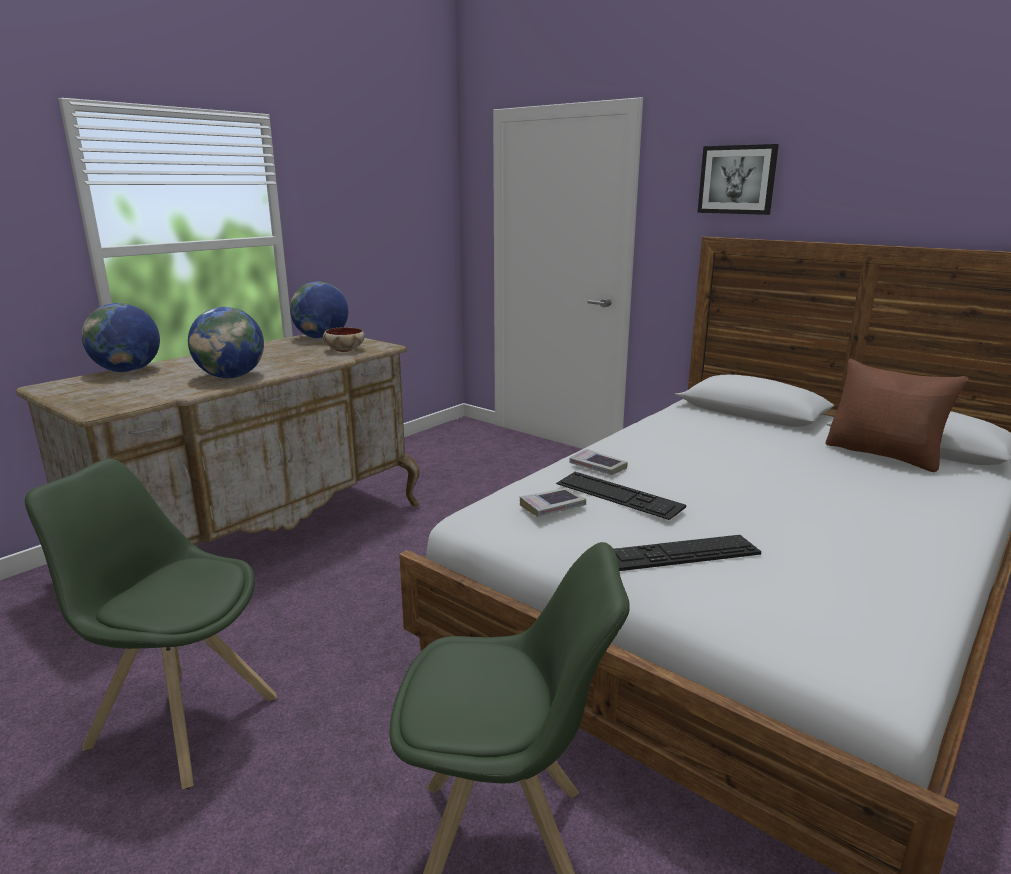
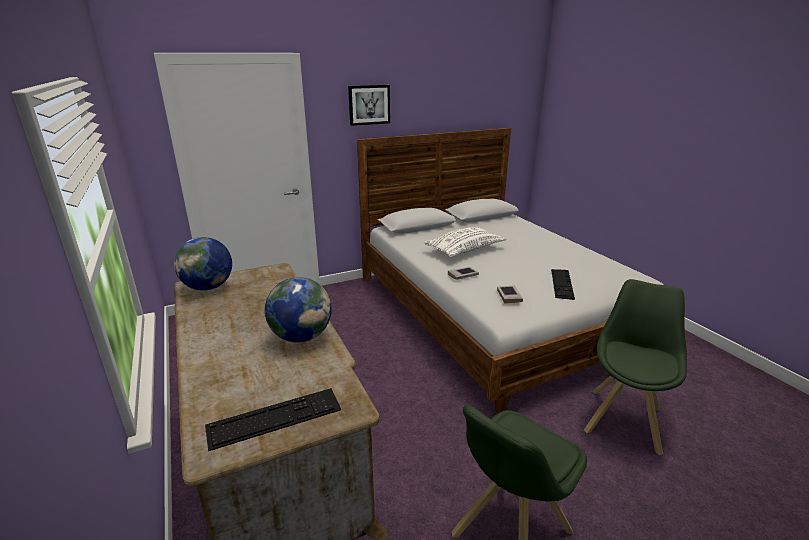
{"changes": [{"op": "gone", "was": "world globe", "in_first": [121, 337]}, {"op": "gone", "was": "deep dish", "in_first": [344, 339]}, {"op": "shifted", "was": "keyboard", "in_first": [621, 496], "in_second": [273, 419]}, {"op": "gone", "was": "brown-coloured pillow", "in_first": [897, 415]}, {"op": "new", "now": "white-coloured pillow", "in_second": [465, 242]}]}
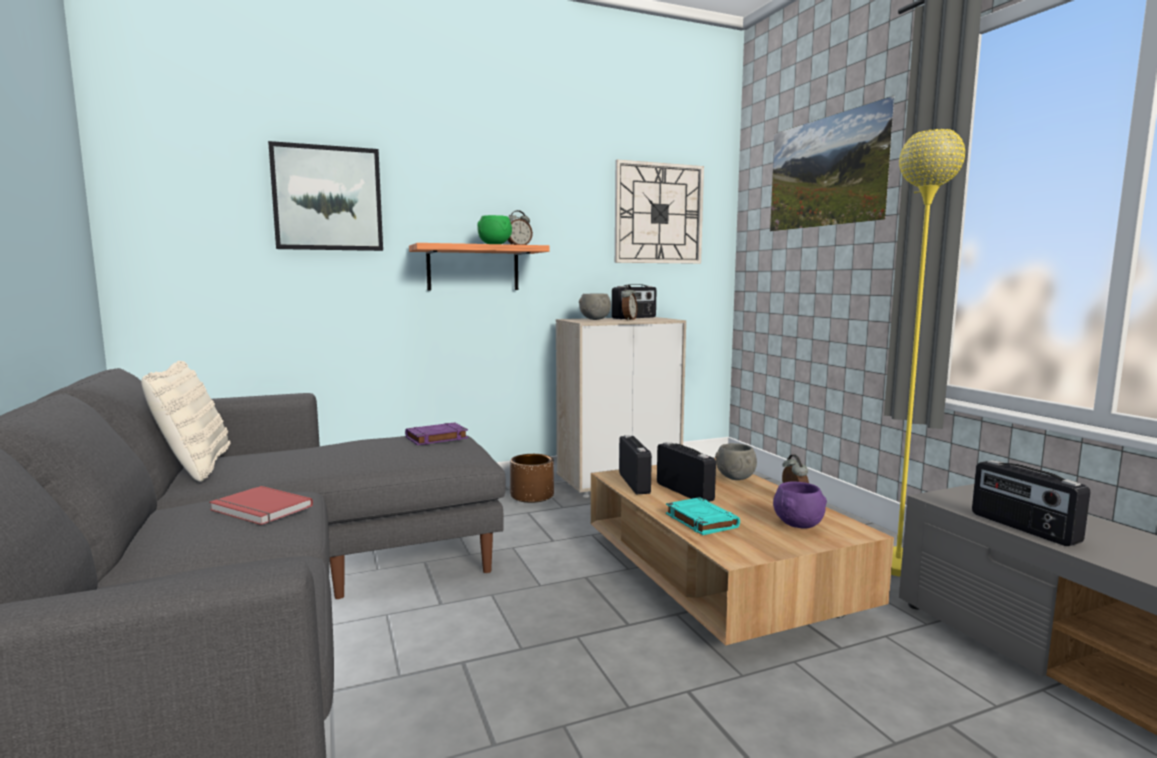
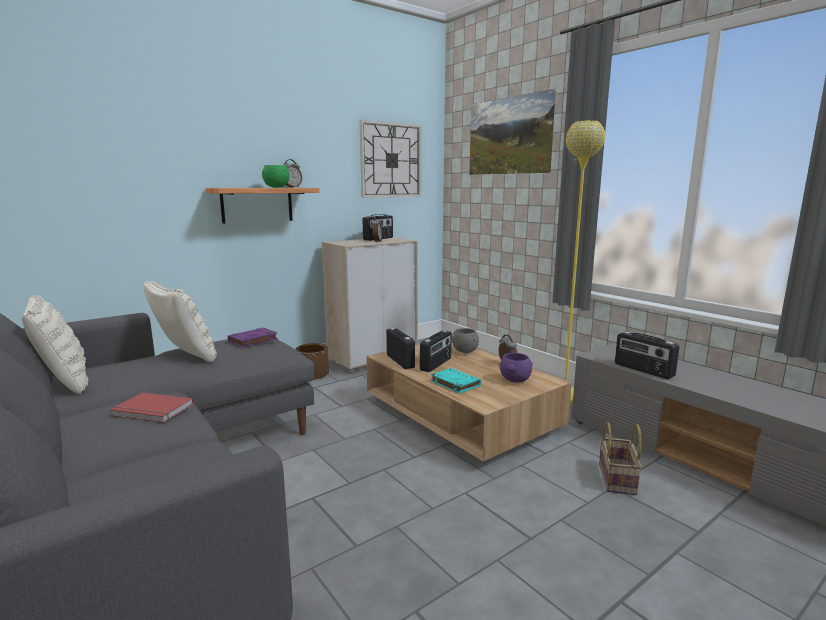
{"changes": [{"op": "gone", "was": "picture", "in_first": [325, 196]}, {"op": "gone", "was": "grey deep dish", "in_first": [595, 307]}, {"op": "rotated", "was": "radio", "in_first": [686, 472], "in_second": [436, 351], "clockwise": 75}, {"op": "new", "now": "sand-coloured pillow", "in_second": [180, 321]}, {"op": "new", "now": "storage basket", "in_second": [620, 458]}]}
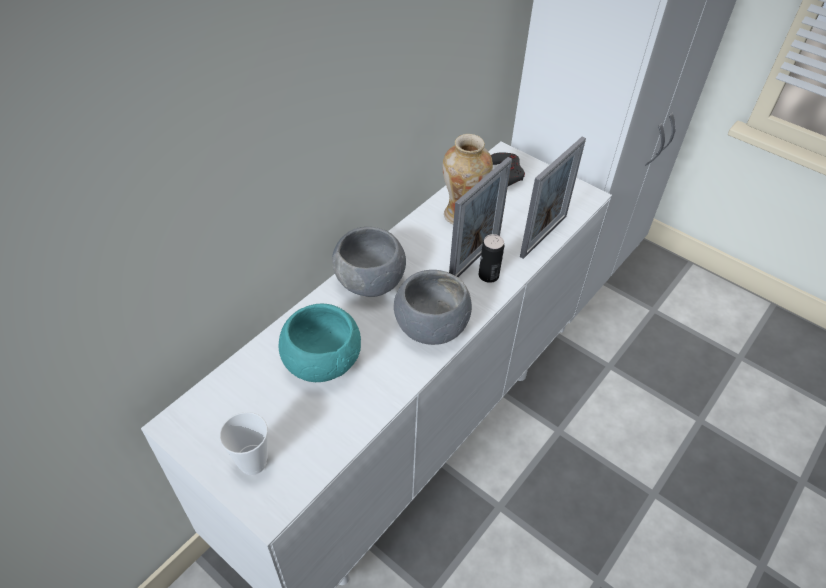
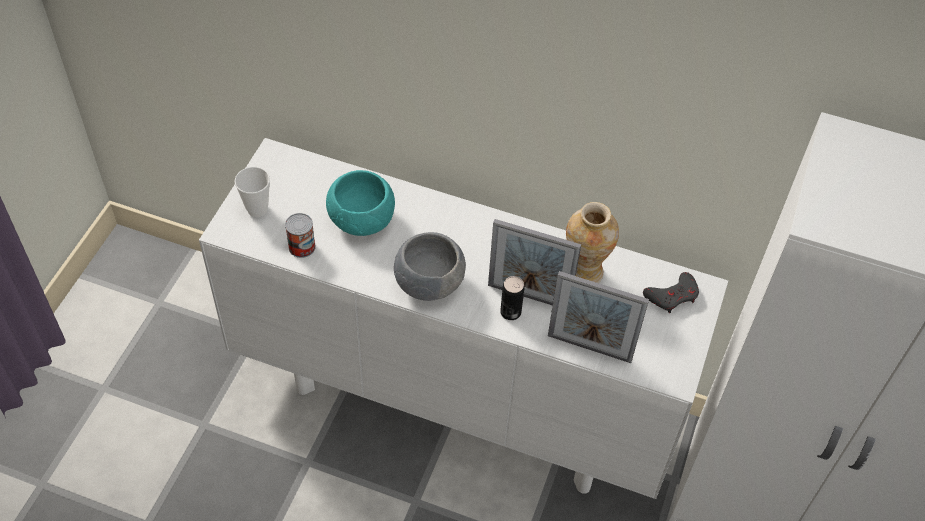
{"changes": [{"op": "gone", "was": "grey deep dish", "in_first": [369, 262]}, {"op": "new", "now": "can", "in_second": [300, 235]}]}
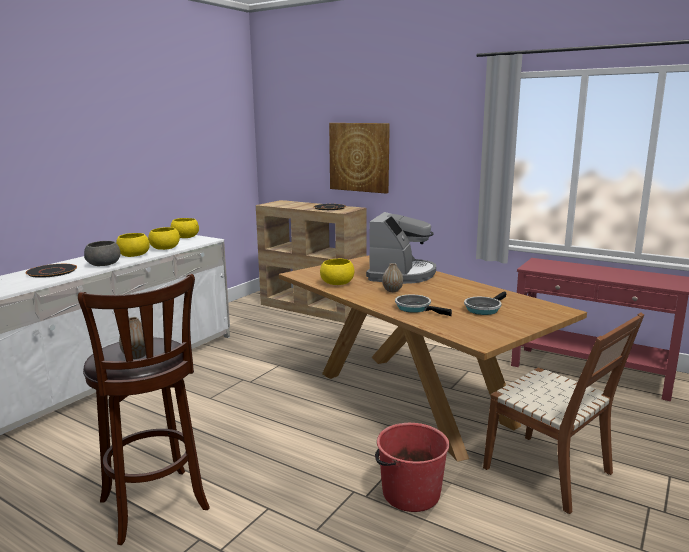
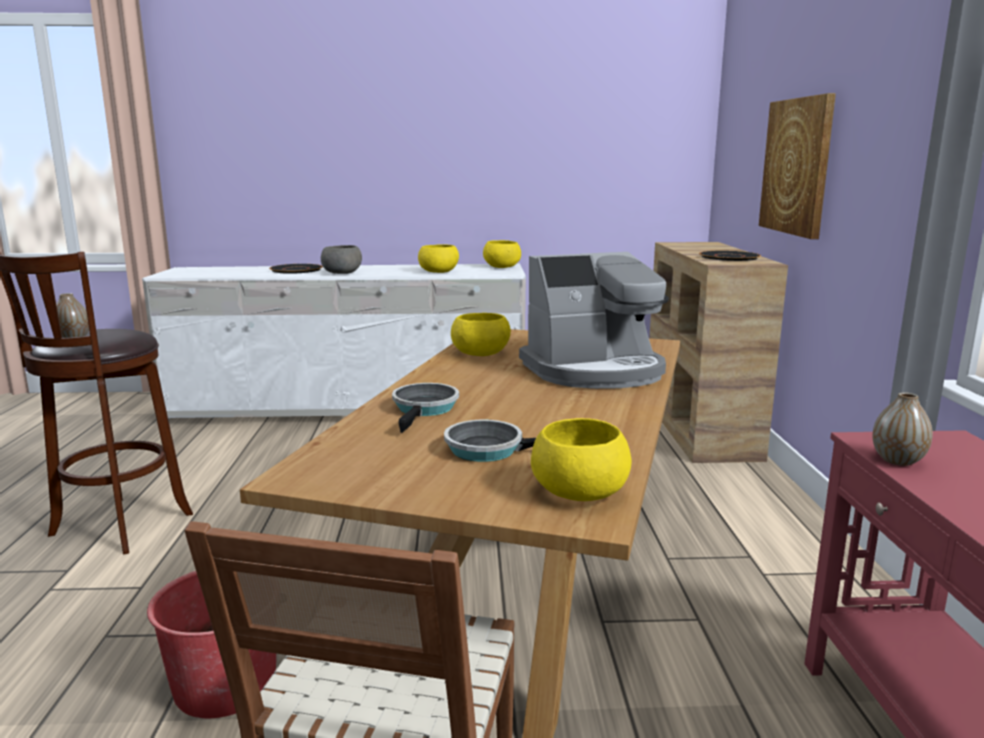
{"changes": [{"op": "shifted", "was": "yellowish deep dish", "in_first": [133, 245], "in_second": [581, 459]}, {"op": "shifted", "was": "flower vase", "in_first": [392, 277], "in_second": [902, 429]}]}
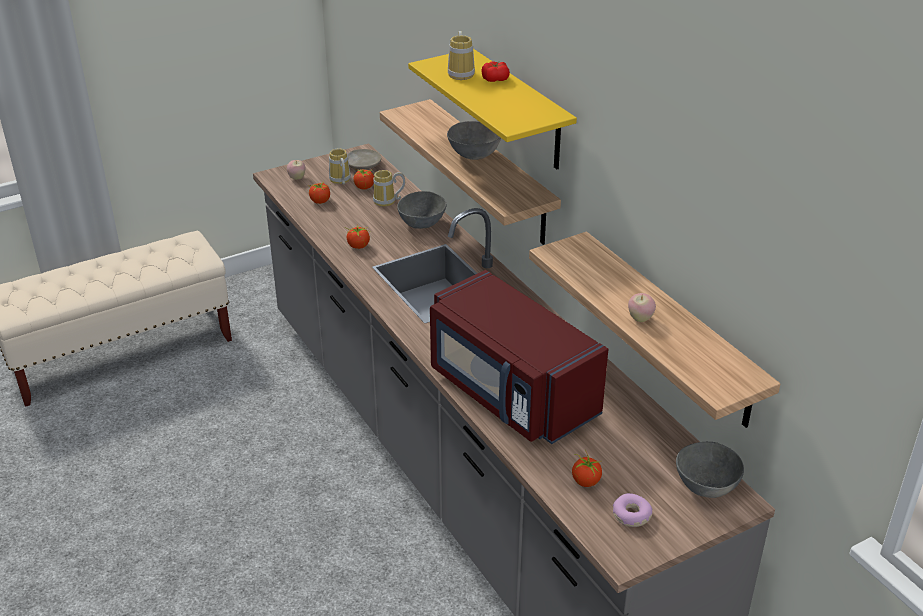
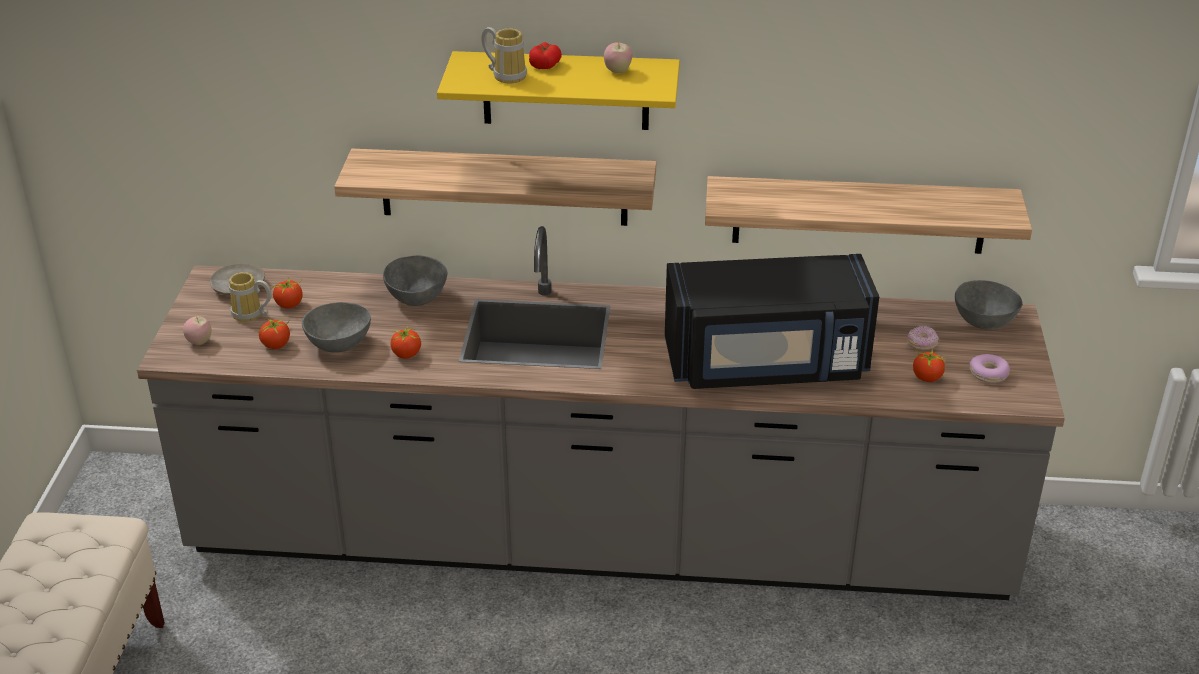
{"changes": [{"op": "gone", "was": "mug", "in_first": [389, 188]}, {"op": "repainted", "was": "reddish kitchen microwave", "now": "black-coloured kitchen microwave", "in_first": [519, 357], "in_second": [772, 321]}, {"op": "shifted", "was": "grey deep dish", "in_first": [474, 140], "in_second": [336, 327]}, {"op": "shifted", "was": "whole apple", "in_first": [642, 307], "in_second": [618, 57]}, {"op": "new", "now": "doughnut", "in_second": [923, 338]}]}
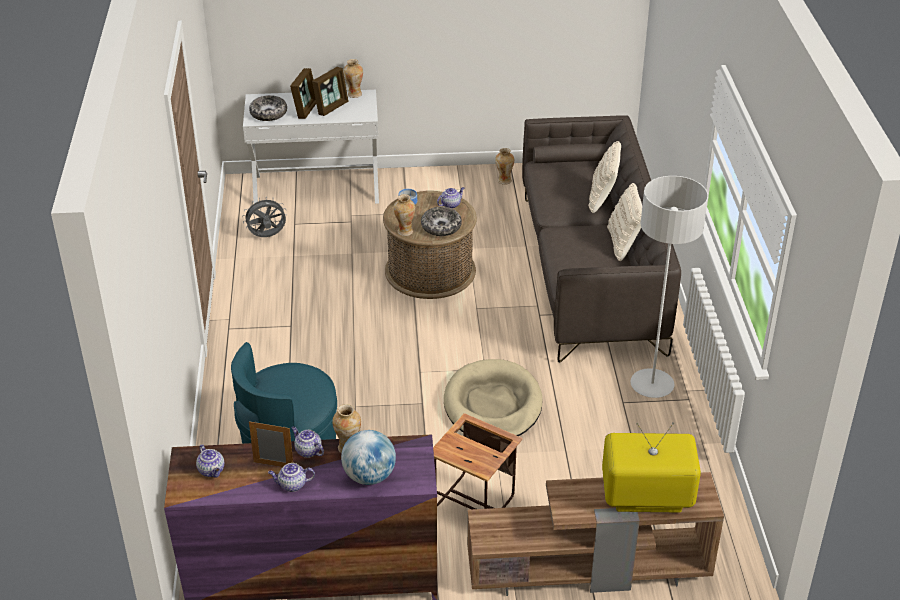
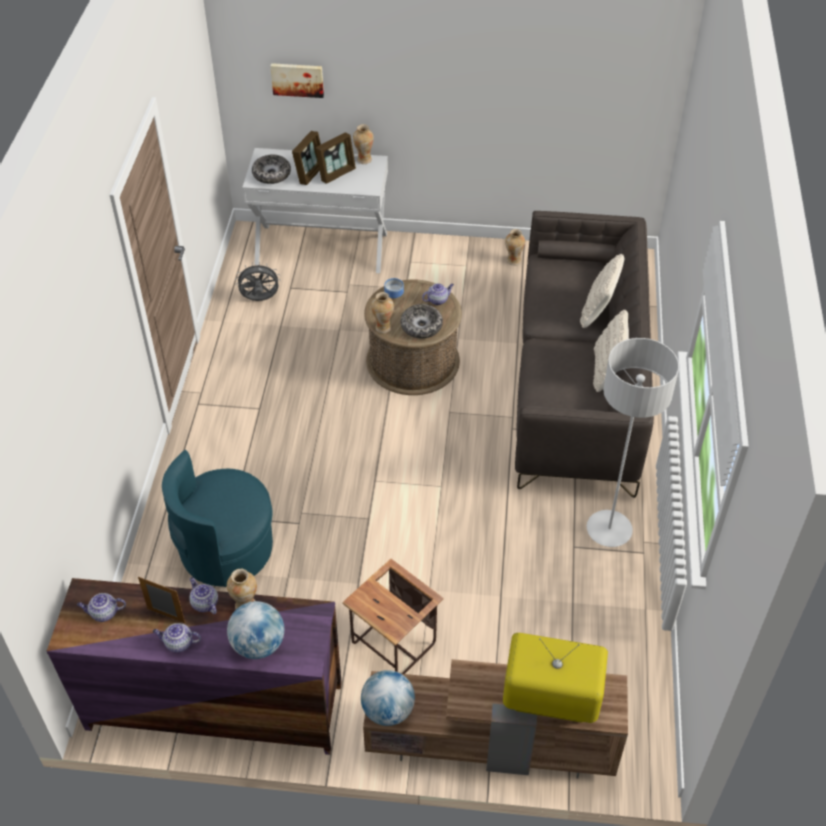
{"changes": [{"op": "rotated", "was": "tea pot", "in_first": [210, 461], "in_second": [101, 607], "clockwise": 105}, {"op": "gone", "was": "sand-coloured pet bed", "in_first": [493, 397]}, {"op": "new", "now": "picture", "in_second": [297, 80]}, {"op": "new", "now": "world globe", "in_second": [388, 698]}]}
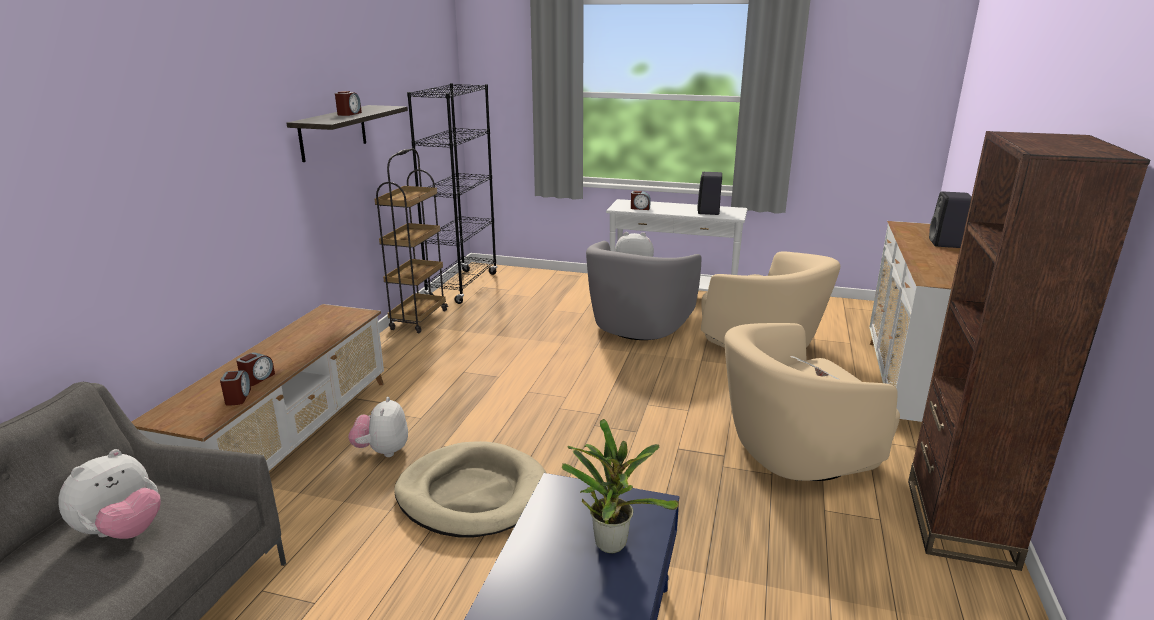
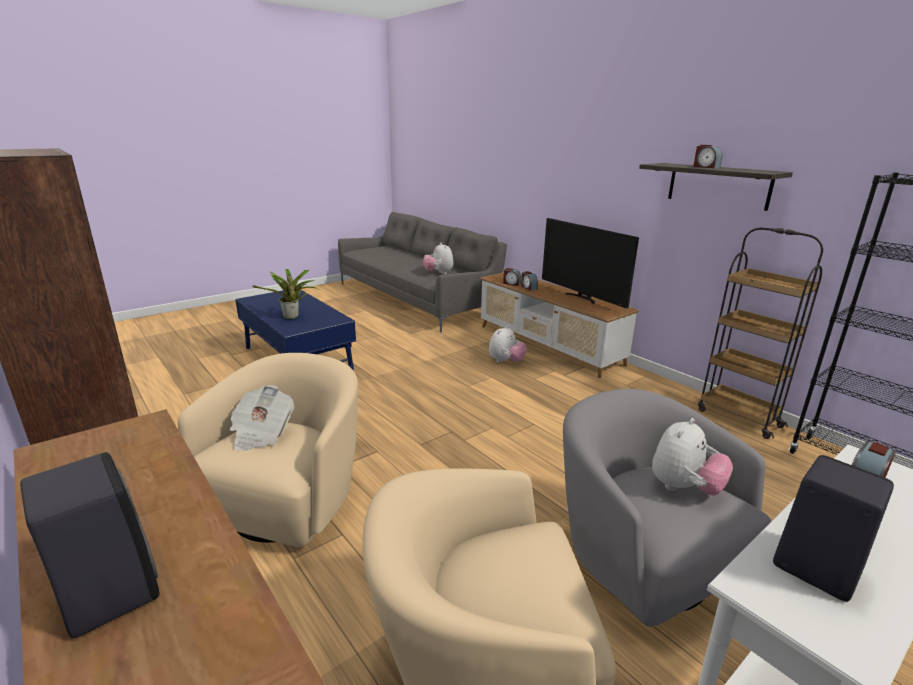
{"changes": [{"op": "rotated", "was": "soft toy", "in_first": [378, 427], "in_second": [508, 344], "clockwise": 90}, {"op": "gone", "was": "sand-coloured pet bed", "in_first": [470, 489]}, {"op": "new", "now": "TV set", "in_second": [590, 263]}]}
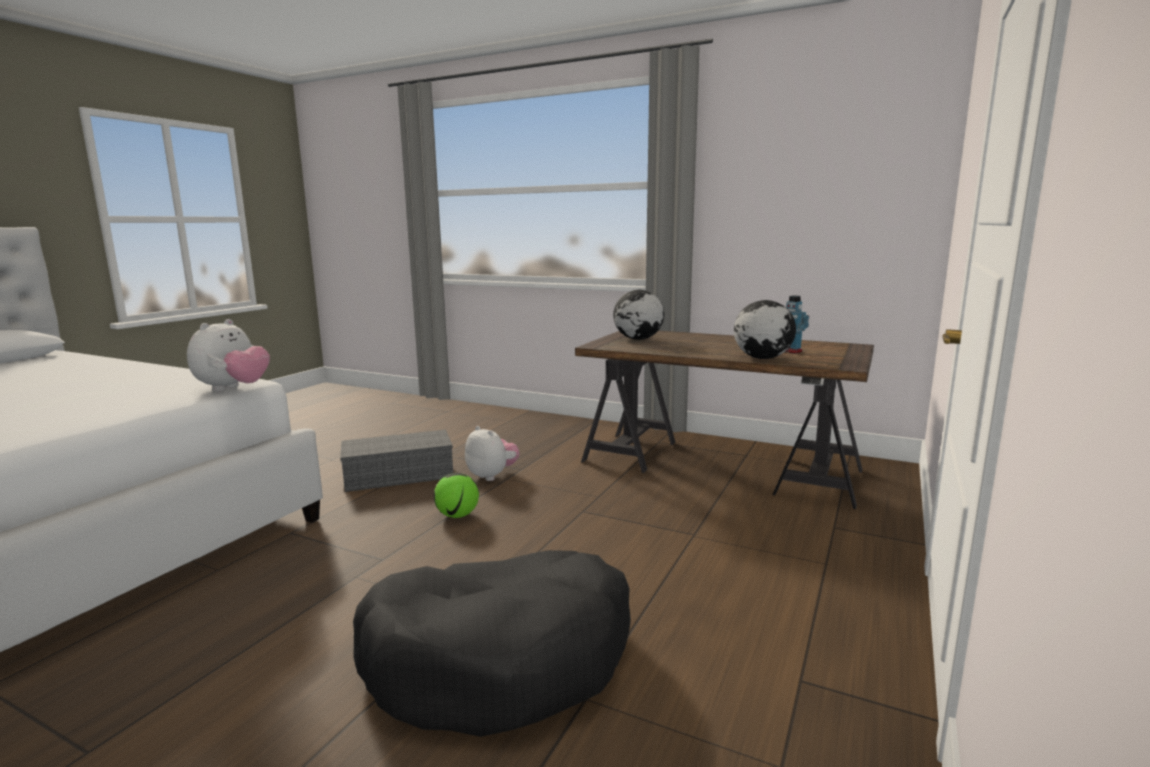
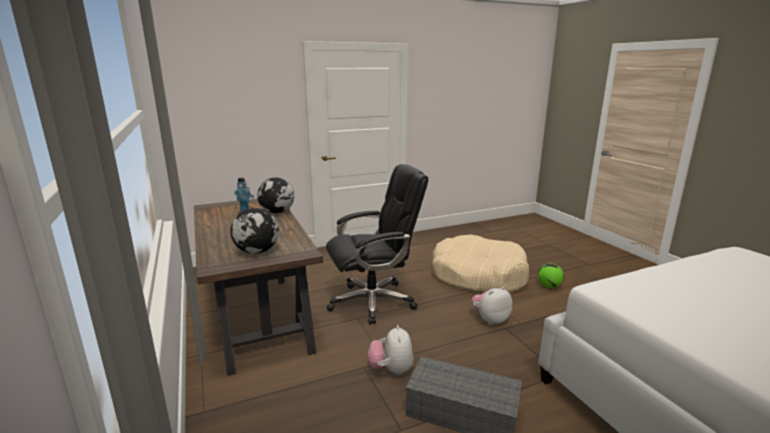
{"changes": [{"op": "shifted", "was": "soft toy", "in_first": [228, 355], "in_second": [491, 305]}, {"op": "repainted", "was": "black-coloured pet bed", "now": "sand-coloured pet bed", "in_first": [492, 643], "in_second": [480, 264]}, {"op": "shifted", "was": "football", "in_first": [456, 495], "in_second": [551, 275]}, {"op": "new", "now": "black-coloured desk chair", "in_second": [377, 244]}]}
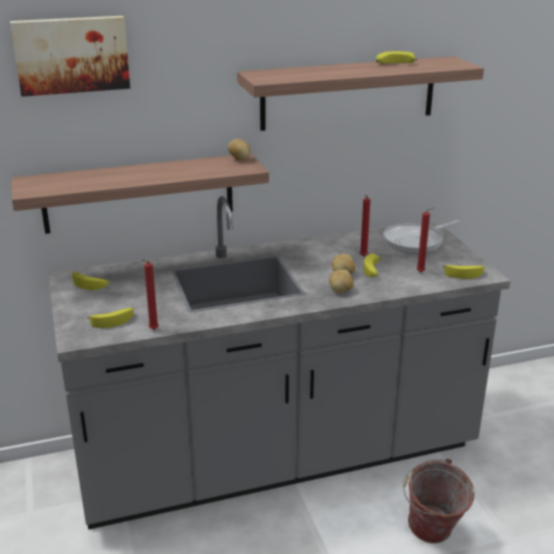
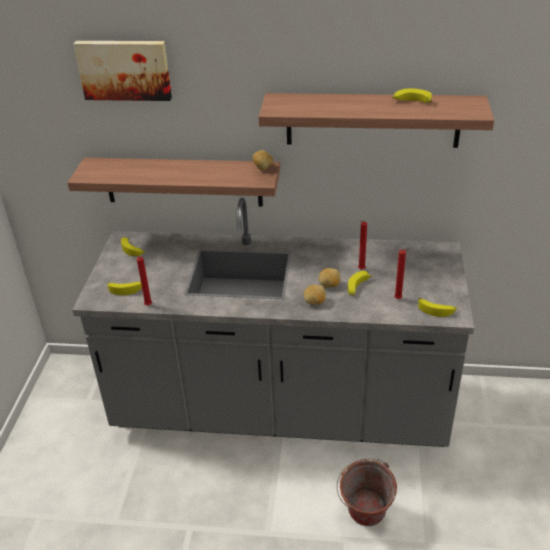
{"changes": [{"op": "gone", "was": "pan", "in_first": [421, 237]}]}
